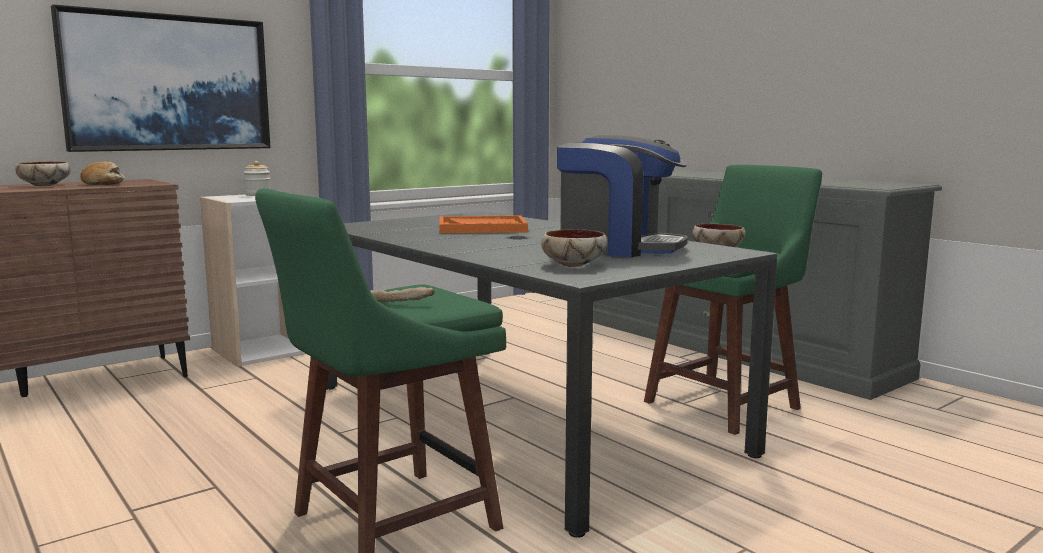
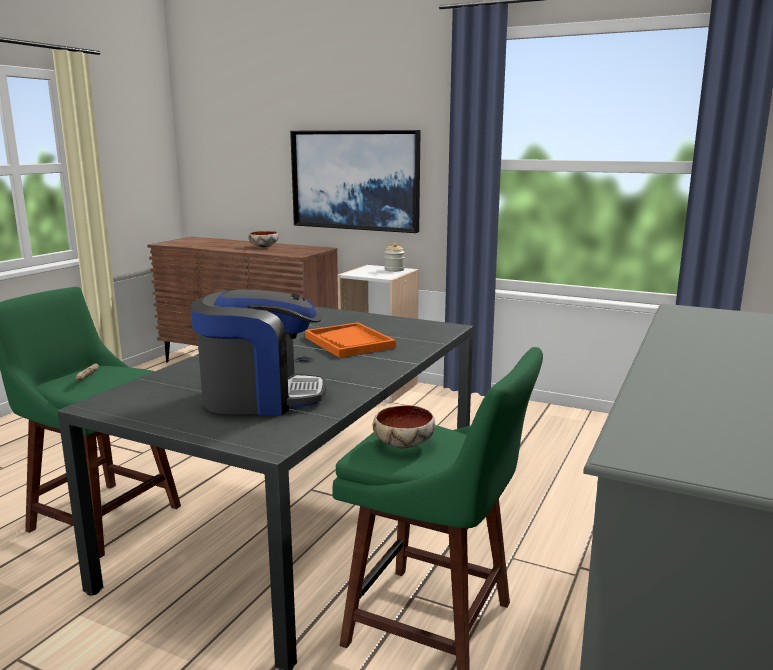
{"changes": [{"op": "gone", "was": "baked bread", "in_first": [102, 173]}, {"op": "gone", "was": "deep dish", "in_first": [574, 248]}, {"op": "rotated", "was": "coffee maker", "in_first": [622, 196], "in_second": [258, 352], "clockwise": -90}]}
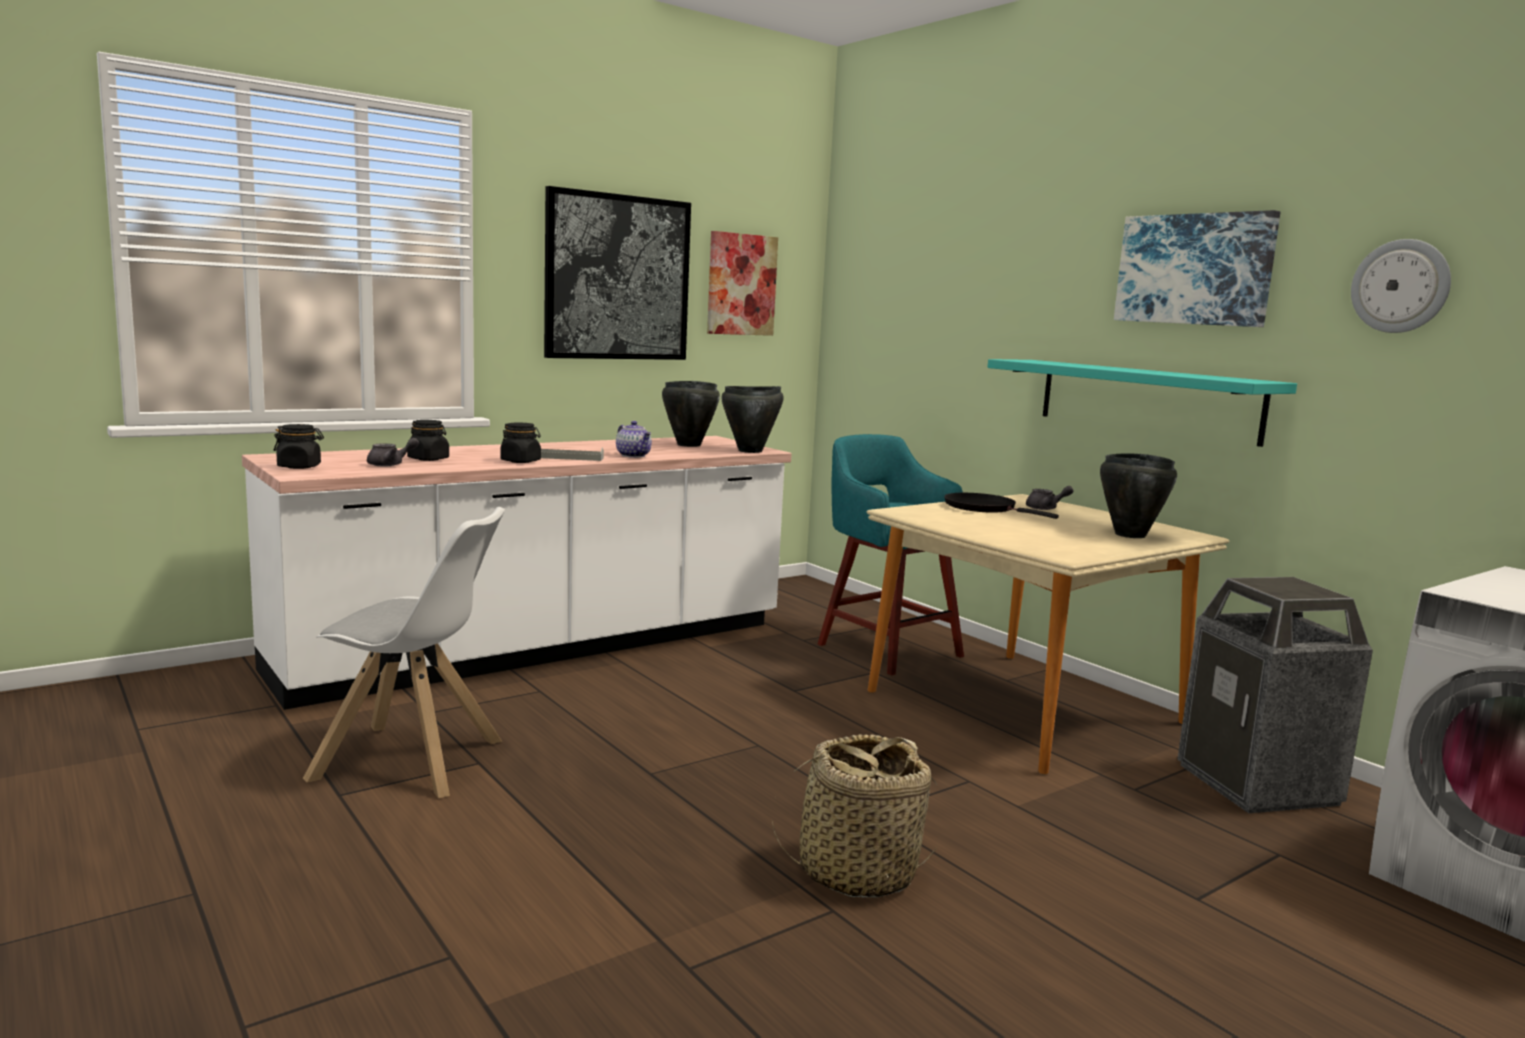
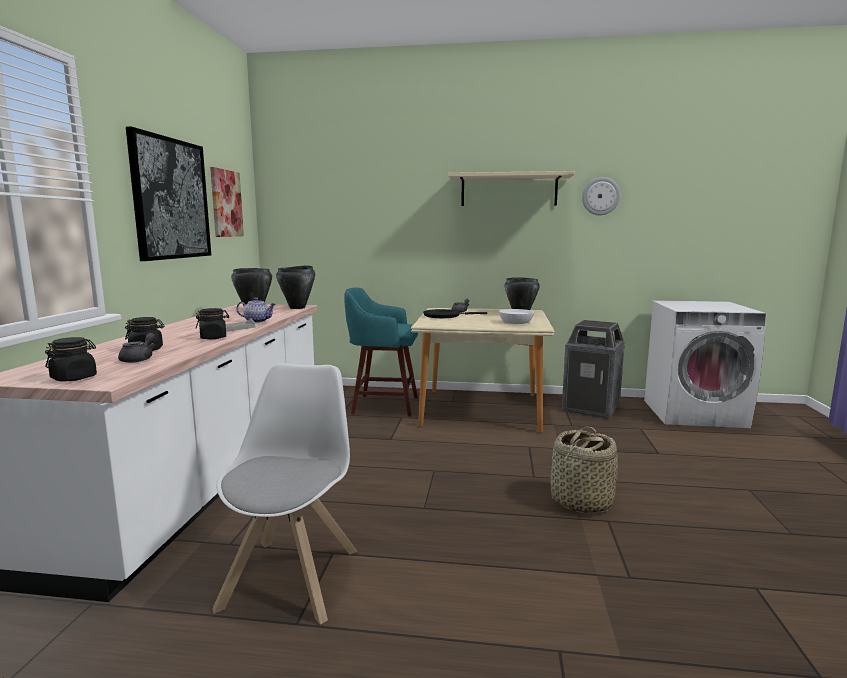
{"changes": [{"op": "rotated", "was": "upright chair", "in_first": [404, 652], "in_second": [285, 494], "clockwise": -45}, {"op": "gone", "was": "turquoise wall shelf", "in_first": [1142, 403]}, {"op": "swapped", "was": "picture", "now": "sand-coloured wall shelf", "in_first": [1197, 268], "in_second": [511, 188]}, {"op": "new", "now": "white-coloured deep dish", "in_second": [516, 316]}]}
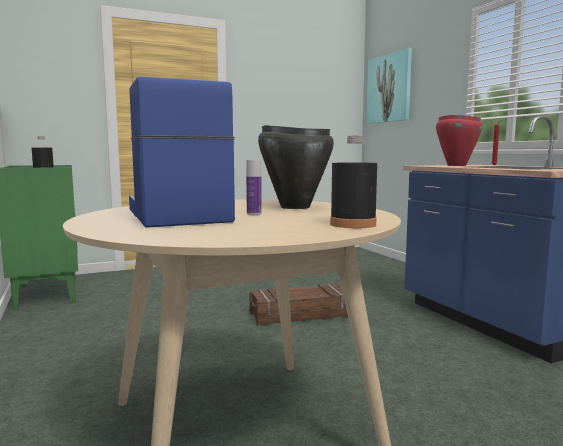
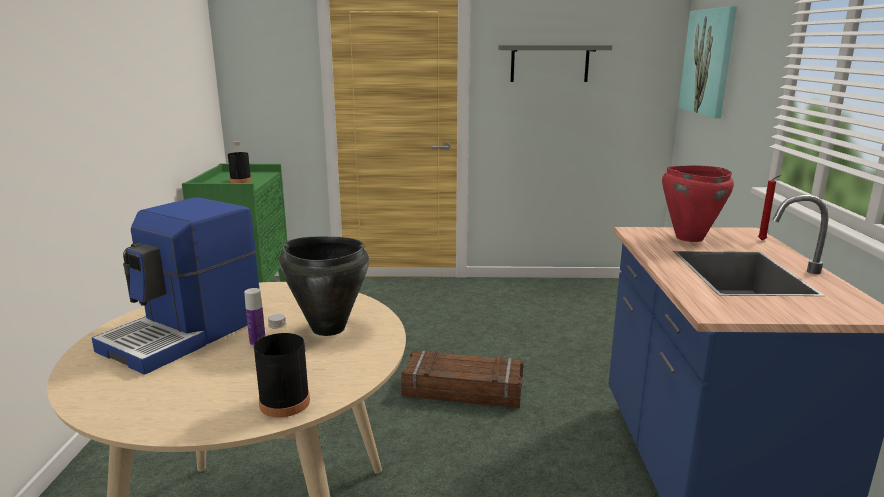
{"changes": [{"op": "rotated", "was": "coffee maker", "in_first": [182, 152], "in_second": [175, 286], "clockwise": -150}, {"op": "new", "now": "grey wall shelf", "in_second": [555, 63]}]}
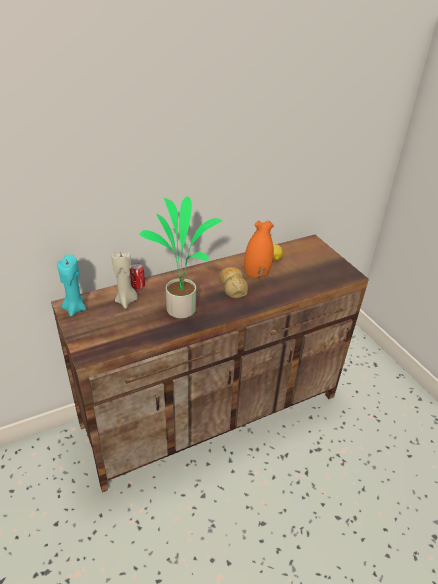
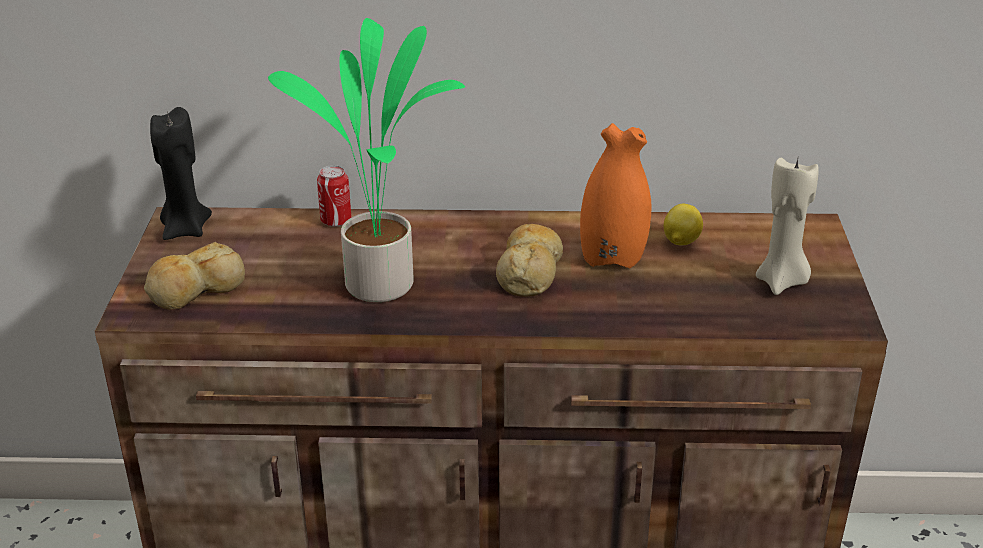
{"changes": [{"op": "repainted", "was": "turquoise candle", "now": "black-coloured candle", "in_first": [71, 285], "in_second": [181, 173]}, {"op": "shifted", "was": "sand-coloured candle", "in_first": [124, 280], "in_second": [787, 226]}, {"op": "new", "now": "baked bread", "in_second": [194, 276]}]}
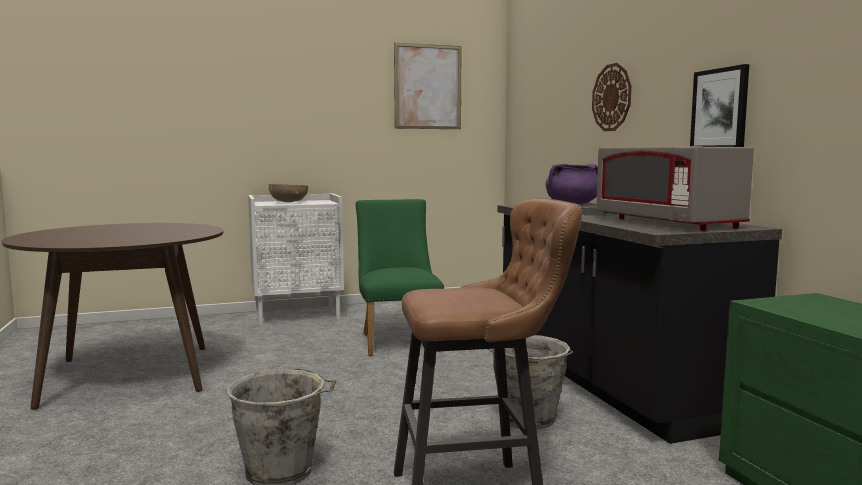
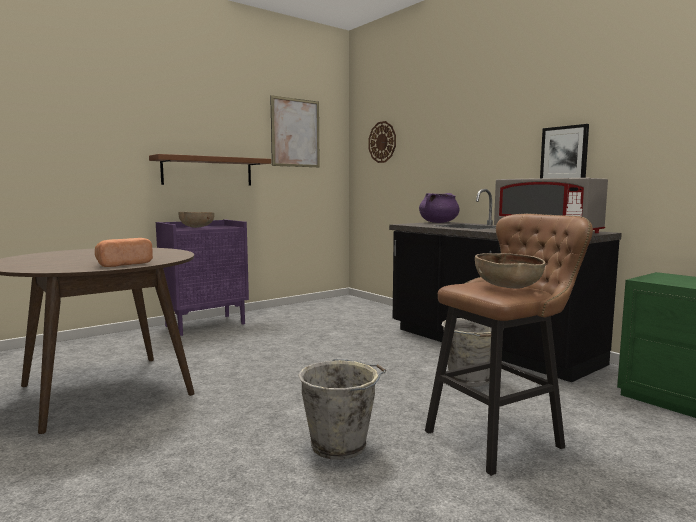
{"changes": [{"op": "repainted", "was": "white-coloured cupboard", "now": "purple-coloured cupboard", "in_first": [296, 259], "in_second": [202, 278]}, {"op": "gone", "was": "green upright chair", "in_first": [400, 277]}, {"op": "shifted", "was": "hanging clock", "in_first": [611, 97], "in_second": [382, 142]}, {"op": "new", "now": "baked bread", "in_second": [124, 252]}, {"op": "new", "now": "brown-coloured wall shelf", "in_second": [210, 169]}, {"op": "new", "now": "brown-coloured deep dish", "in_second": [510, 270]}]}
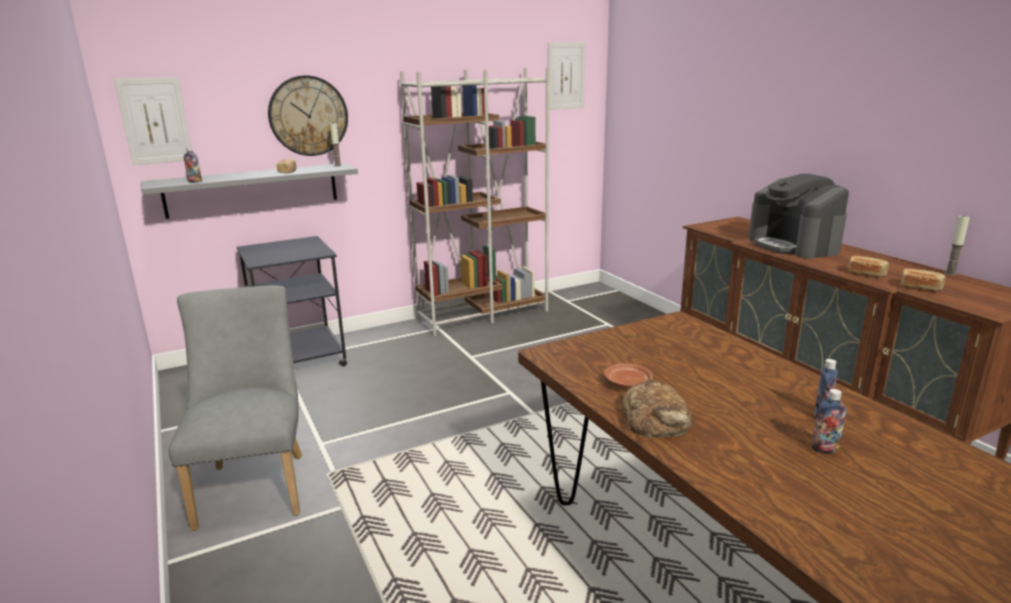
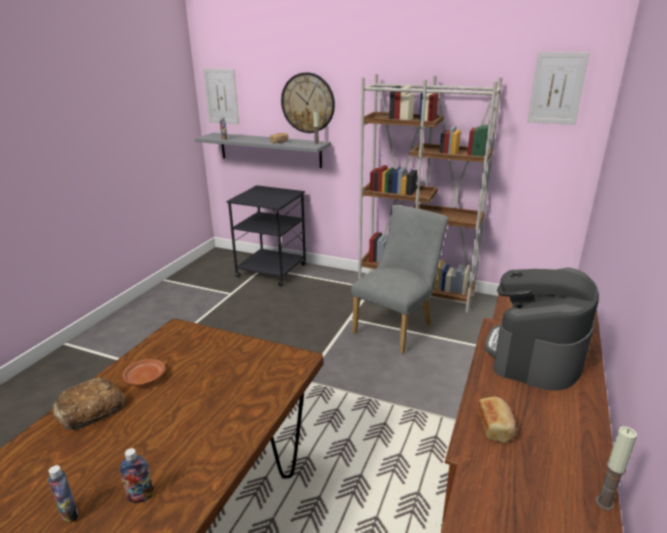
{"changes": [{"op": "shifted", "was": "grey upright chair", "in_first": [235, 408], "in_second": [399, 279]}, {"op": "gone", "was": "baked bread", "in_first": [923, 280]}]}
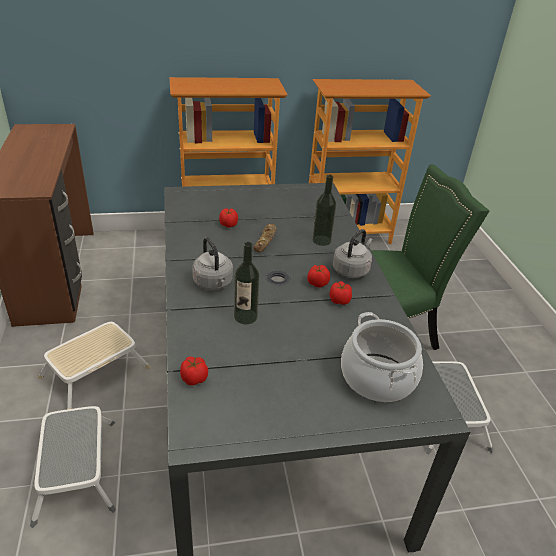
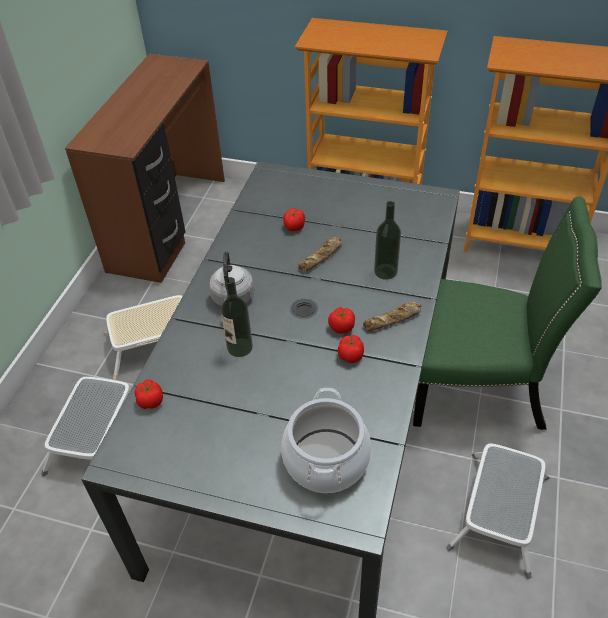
{"changes": [{"op": "swapped", "was": "grey water kettle", "now": "baked bread", "in_first": [353, 253], "in_second": [392, 316]}]}
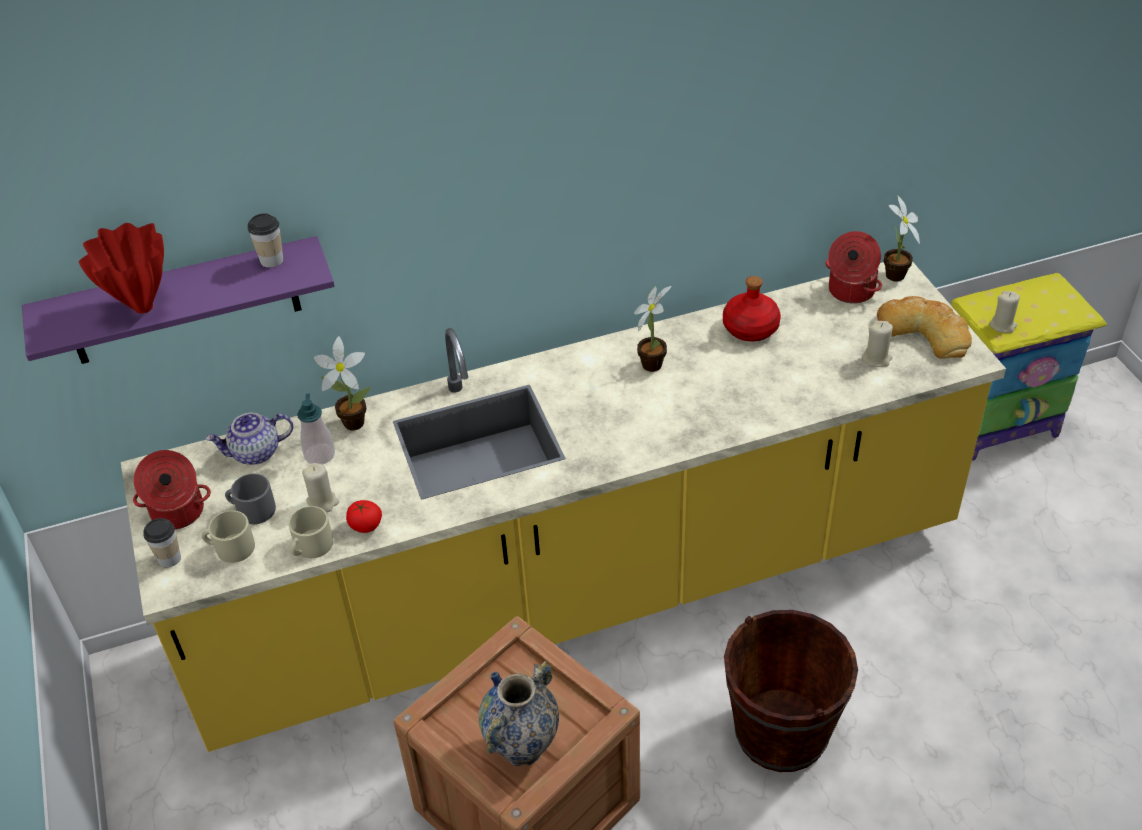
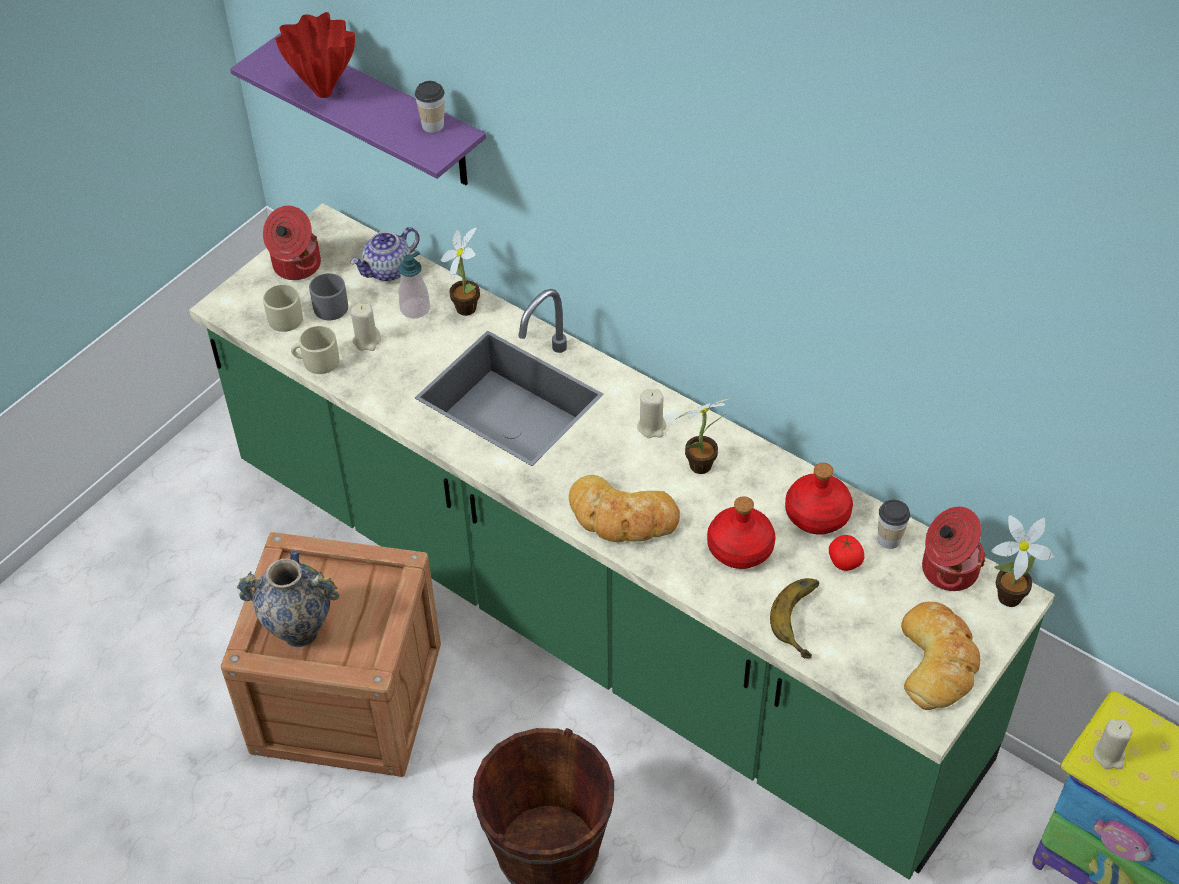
{"changes": [{"op": "repainted", "was": "yellowish kitchen base unit", "now": "green kitchen base unit", "in_first": [563, 506], "in_second": [622, 541]}, {"op": "shifted", "was": "cup", "in_first": [162, 542], "in_second": [894, 524]}, {"op": "rotated", "was": "tea pot", "in_first": [249, 439], "in_second": [385, 254], "clockwise": -75}, {"op": "shifted", "was": "fresh tomato", "in_first": [364, 516], "in_second": [846, 553]}, {"op": "shifted", "was": "sand-coloured candle", "in_first": [877, 344], "in_second": [651, 413]}, {"op": "new", "now": "baked bread", "in_second": [624, 508]}, {"op": "new", "now": "reddish drink bottle", "in_second": [741, 532]}, {"op": "new", "now": "banana fruit", "in_second": [794, 618]}]}
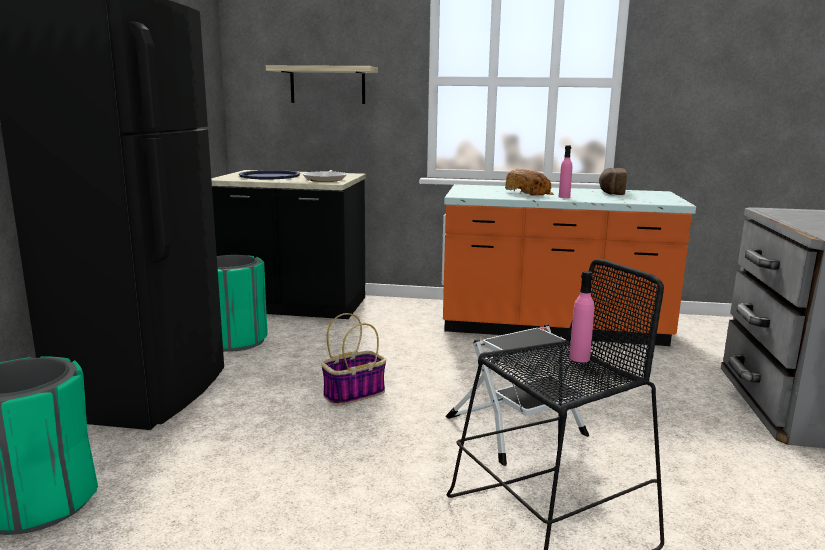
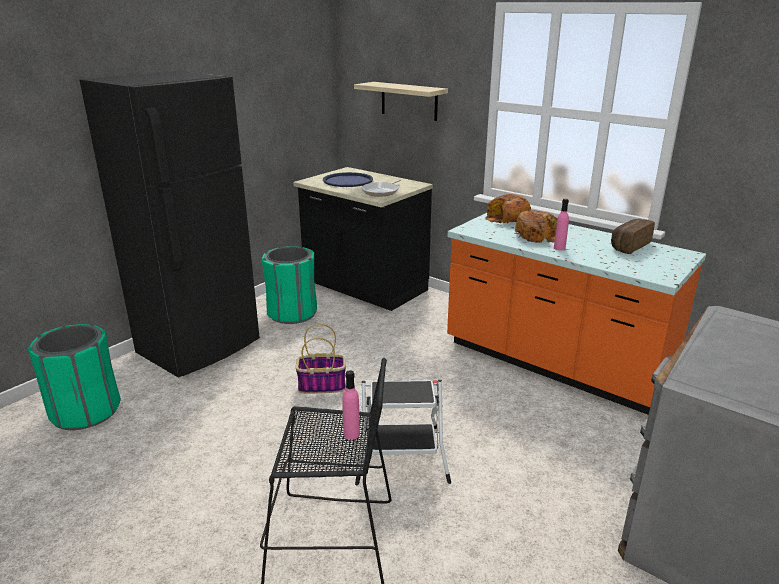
{"changes": [{"op": "new", "now": "baked bread", "in_second": [508, 209]}]}
